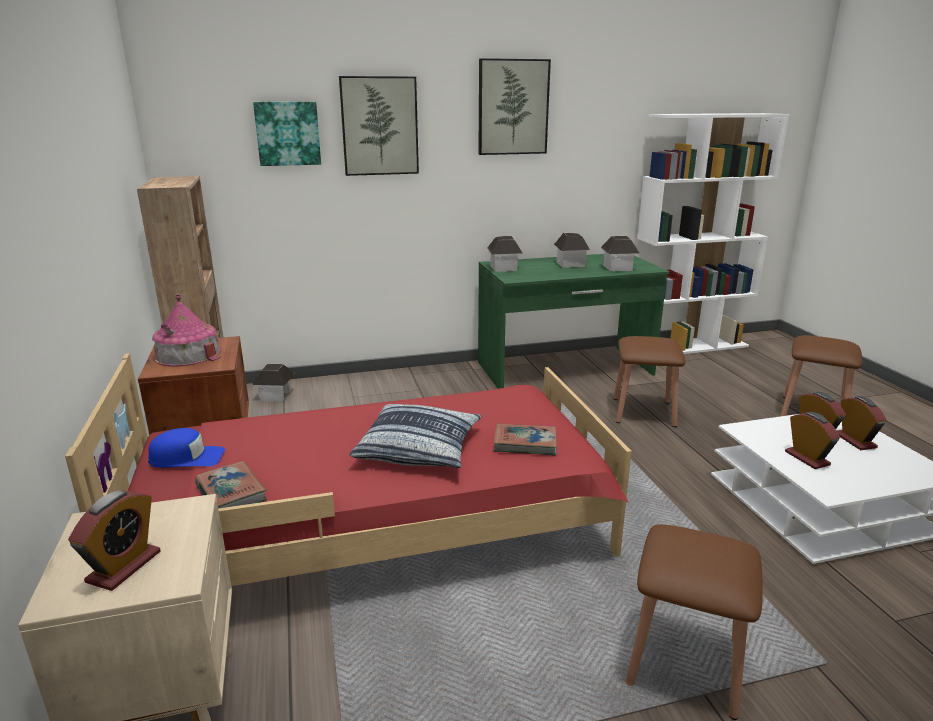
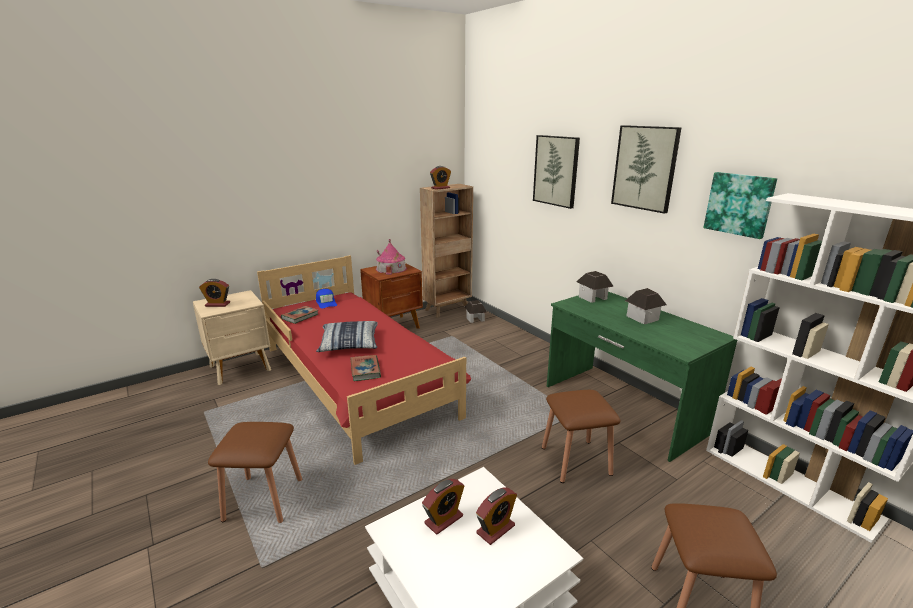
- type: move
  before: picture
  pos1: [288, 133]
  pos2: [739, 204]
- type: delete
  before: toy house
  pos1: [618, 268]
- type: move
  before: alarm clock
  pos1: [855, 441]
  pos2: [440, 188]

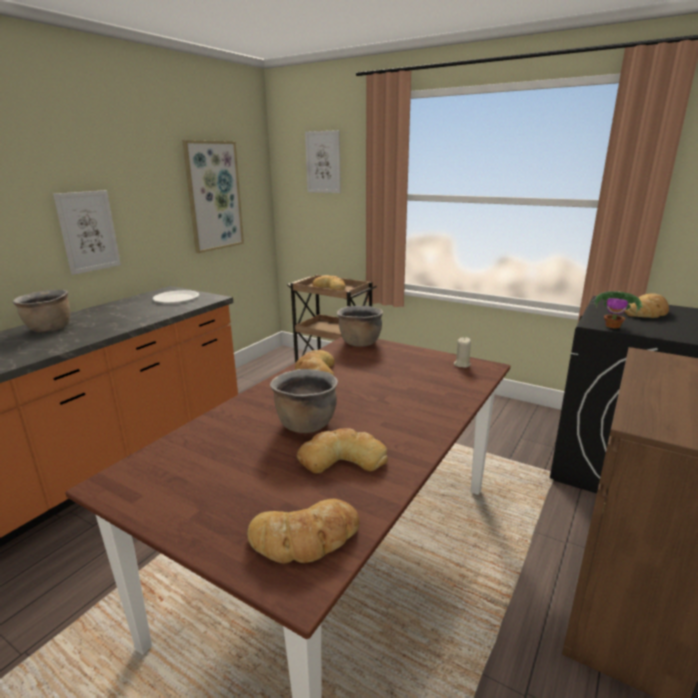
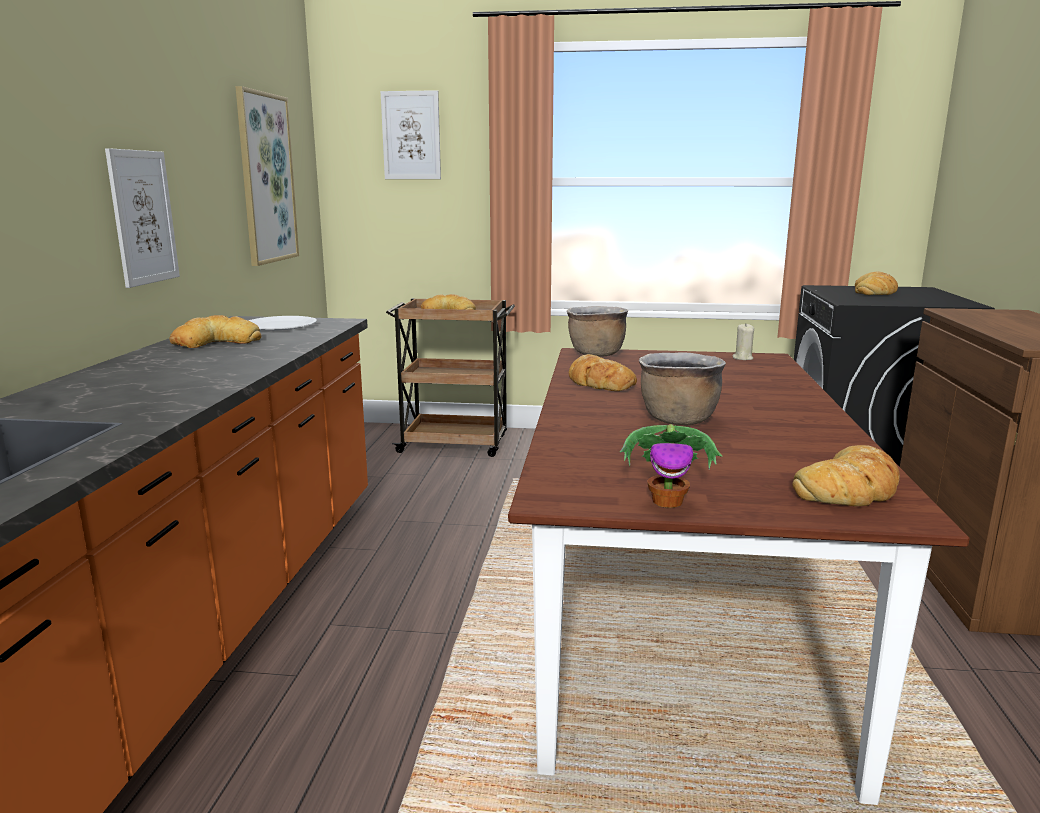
- type: delete
  before: cooking pot in brown
  pos1: [49, 329]
- type: move
  before: bread
  pos1: [342, 458]
  pos2: [216, 342]
- type: move
  before: potted plant
  pos1: [613, 326]
  pos2: [668, 501]

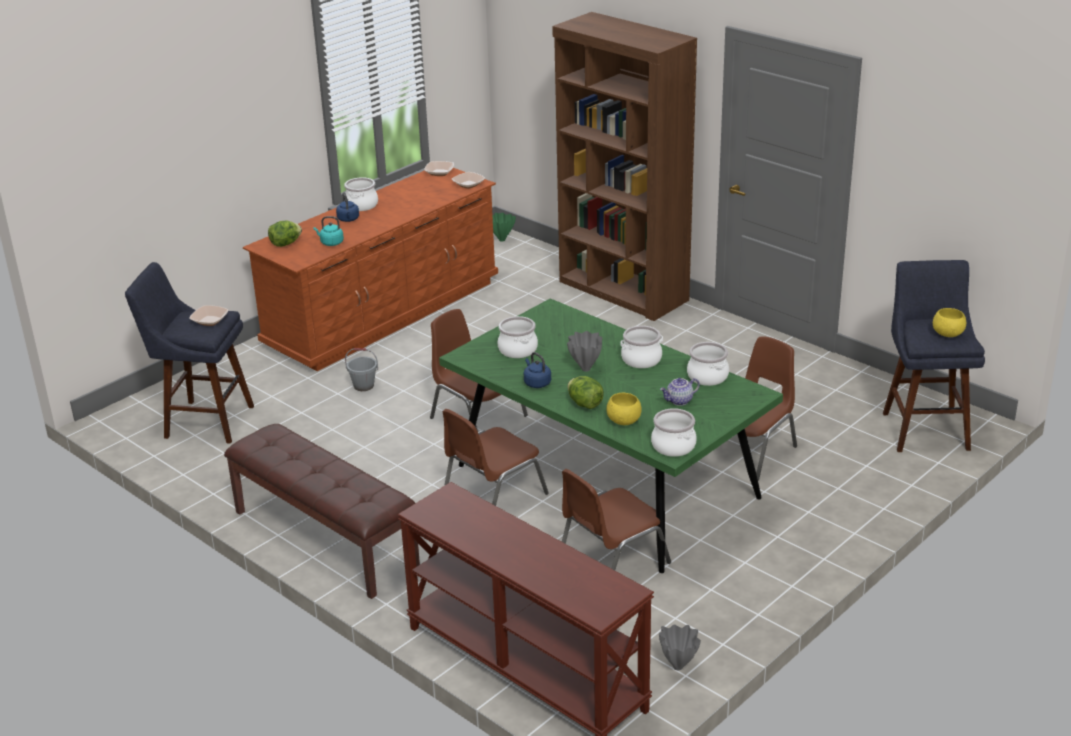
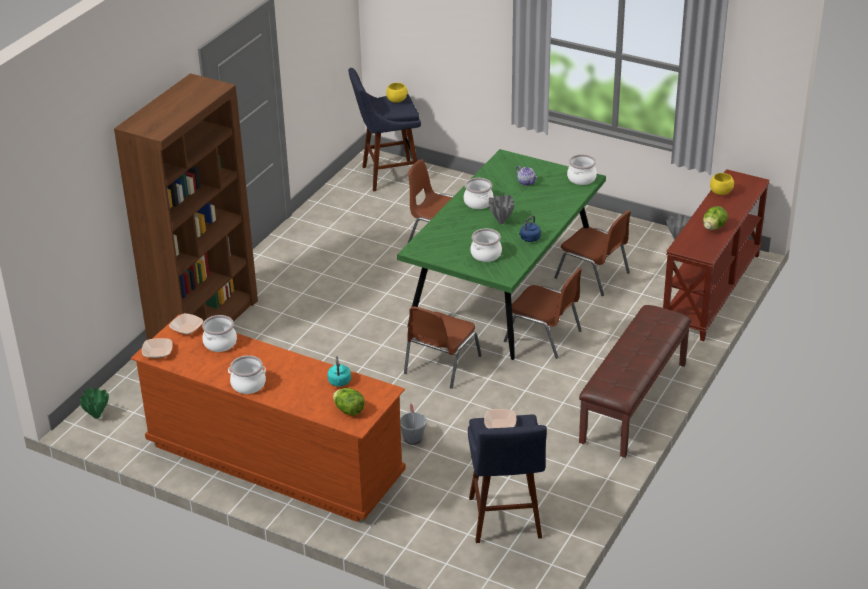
- type: delete
  before: kettle in blue
  pos1: [348, 219]
- type: move
  before: lettuce
  pos1: [585, 404]
  pos2: [713, 227]
- type: move
  before: bowl in yellow
  pos1: [623, 422]
  pos2: [721, 192]
- type: move
  before: cooking pot
  pos1: [708, 376]
  pos2: [220, 343]

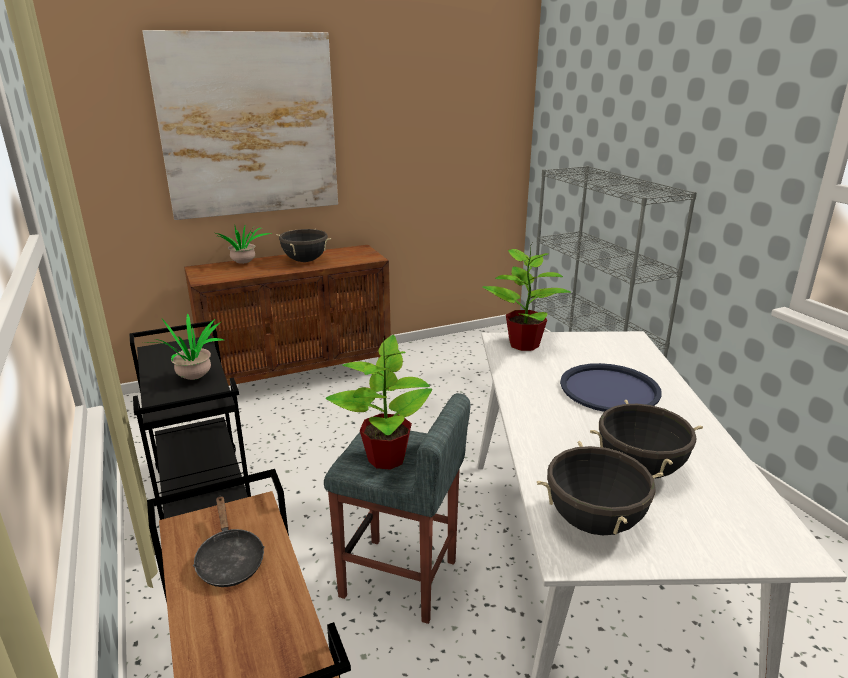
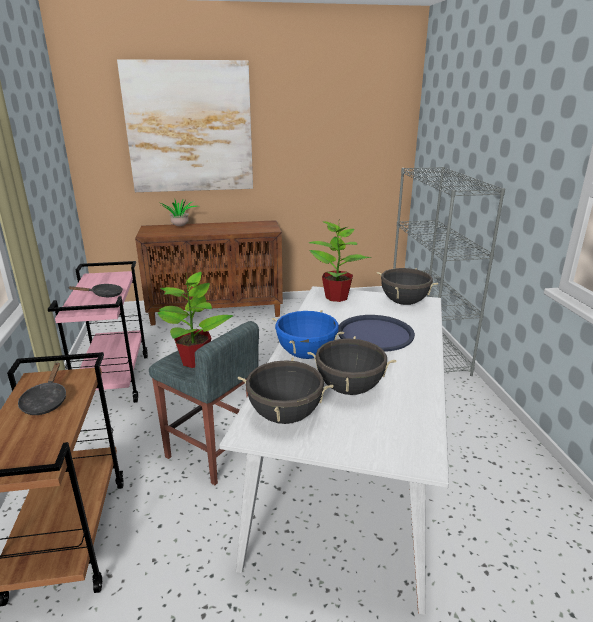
- type: recolor
  before: cart in black
  after: cart in pink
  pos1: [202, 495]
  pos2: [114, 379]
- type: replace
  before: potted plant
  after: frying pan in black
  pos1: [194, 377]
  pos2: [104, 295]
- type: move
  before: cooking pot in black
  pos1: [305, 261]
  pos2: [404, 302]
- type: insert
  after: cooking pot in blue
  pos2: [306, 354]

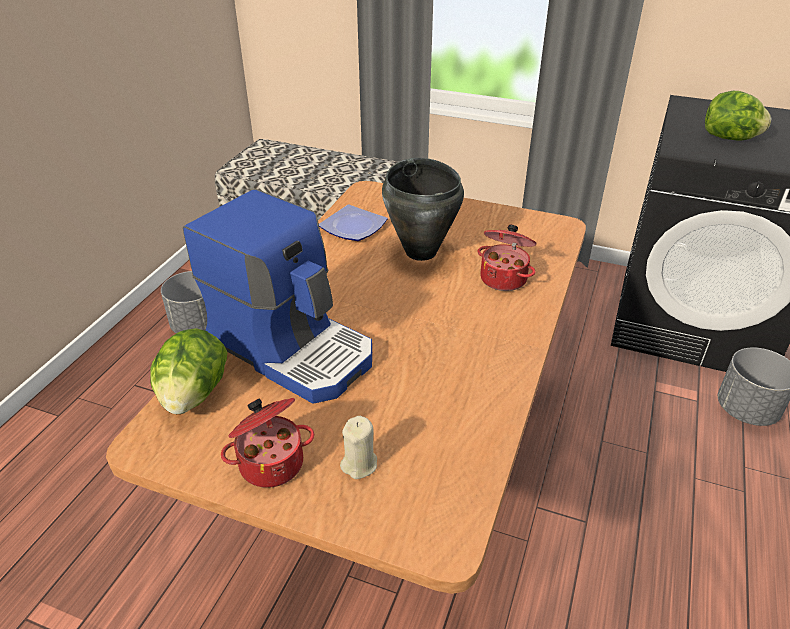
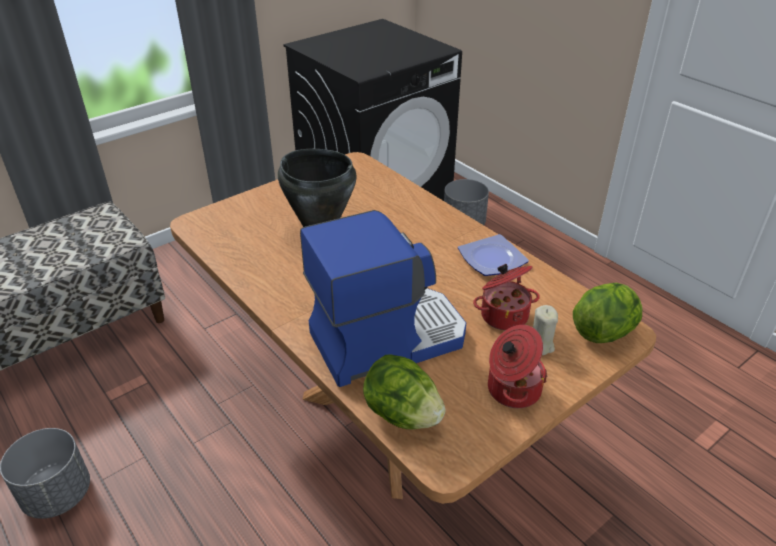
- type: move
  before: plate
  pos1: [353, 228]
  pos2: [493, 259]
- type: move
  before: cooking pot
  pos1: [504, 278]
  pos2: [503, 315]
- type: move
  before: lettuce
  pos1: [730, 138]
  pos2: [604, 332]

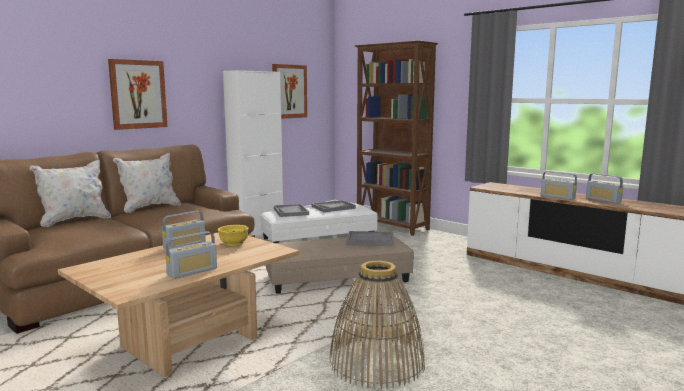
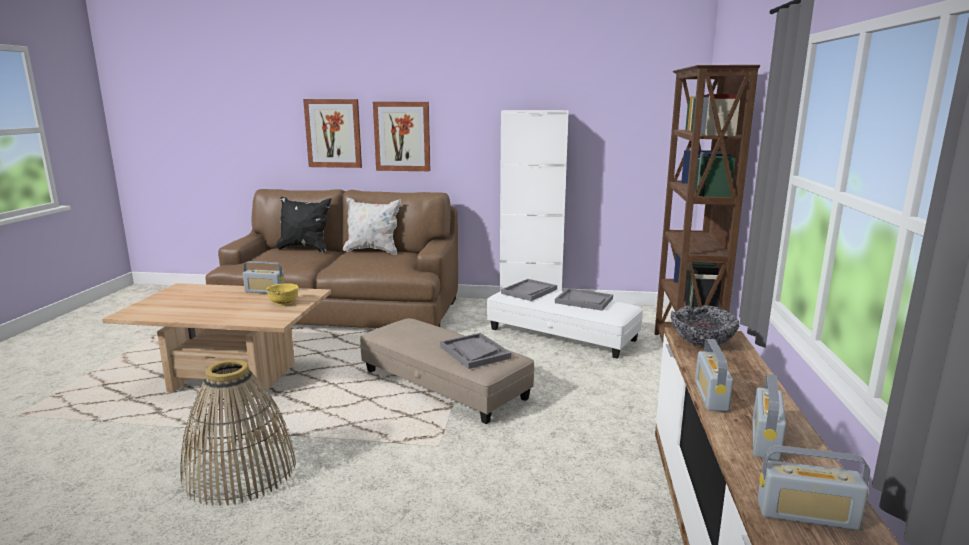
- type: recolor
  before: pillow in white
  after: pillow in black
  pos1: [74, 221]
  pos2: [305, 248]
- type: move
  before: radio
  pos1: [192, 271]
  pos2: [806, 515]
- type: move
  before: picture
  pos1: [289, 91]
  pos2: [333, 133]
- type: insert
  after: bowl
  pos2: [702, 344]

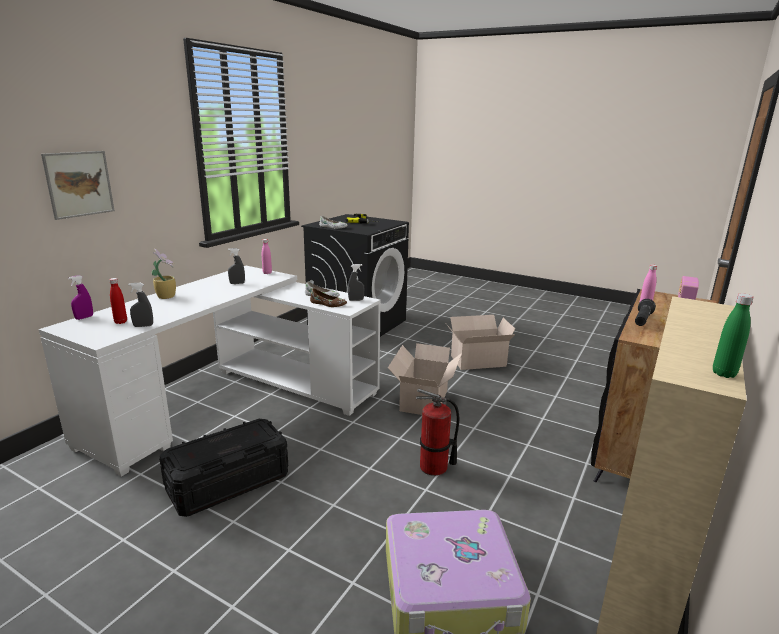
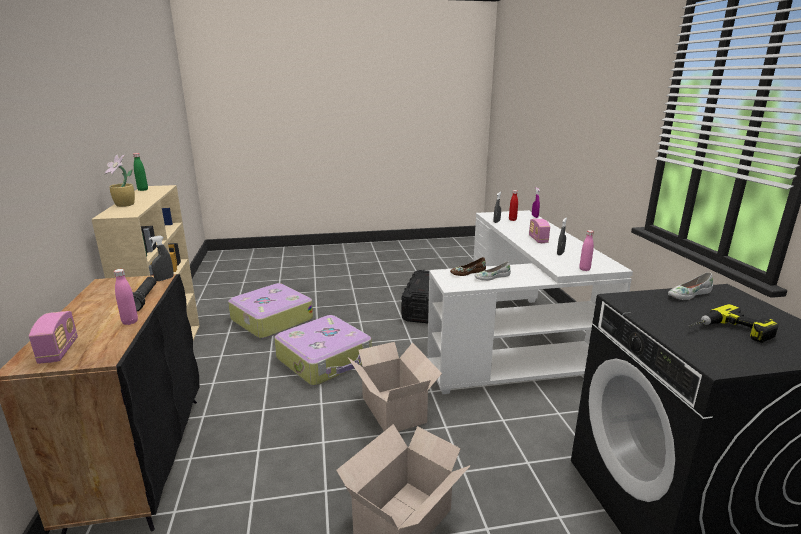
- type: delete
  before: picture
  pos1: [79, 184]
- type: move
  before: potted plant
  pos1: [167, 296]
  pos2: [125, 205]
- type: move
  before: spray bottle in grey
  pos1: [356, 300]
  pos2: [164, 279]
- type: replace
  before: fire extinguisher
  after: suitcase
  pos1: [434, 467]
  pos2: [325, 360]
- type: insert
  after: radio
  pos2: [538, 239]

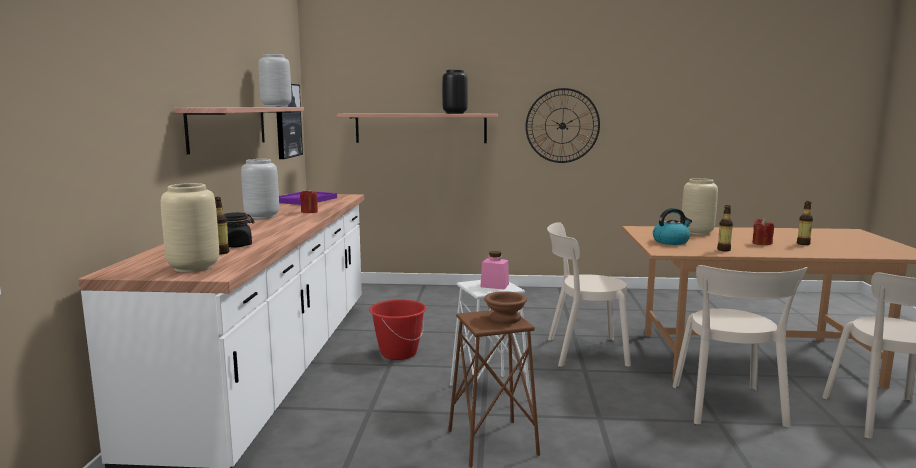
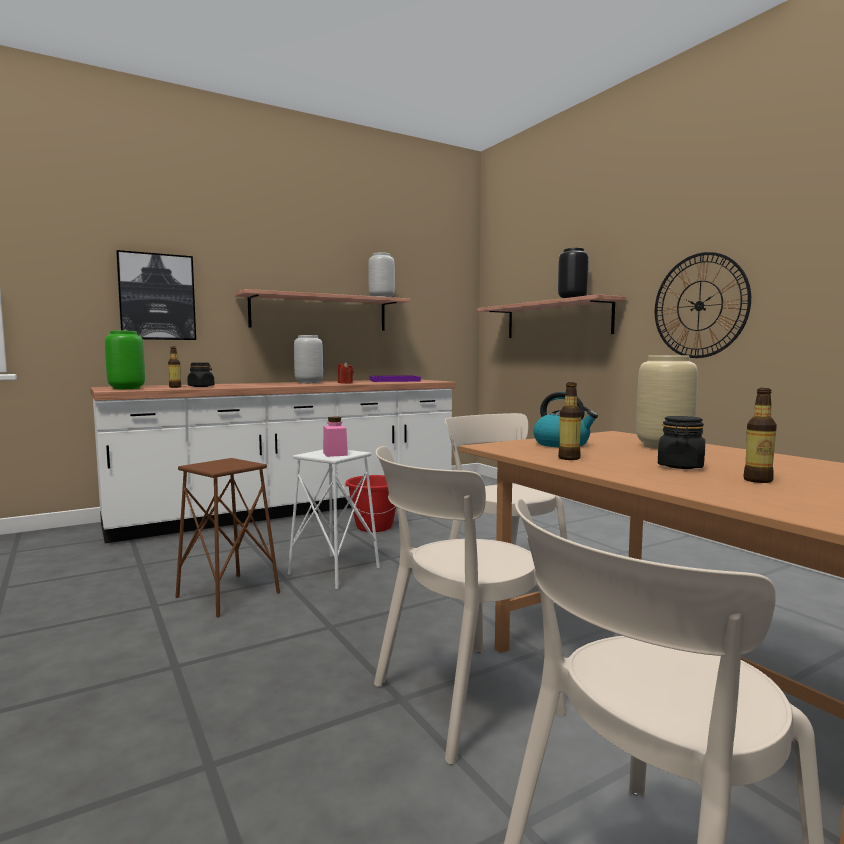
- type: recolor
  before: vase in beige
  after: vase in green
  pos1: [193, 267]
  pos2: [127, 388]
- type: move
  before: picture
  pos1: [287, 120]
  pos2: [157, 297]
- type: delete
  before: bowl in brown
  pos1: [504, 318]
- type: replace
  before: candle in red
  after: jar in black
  pos1: [761, 243]
  pos2: [681, 466]

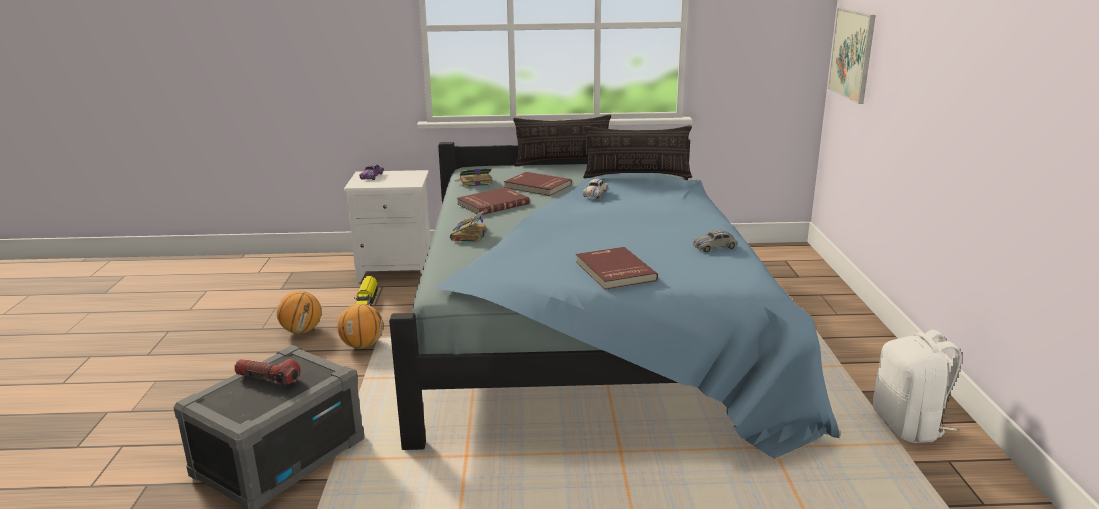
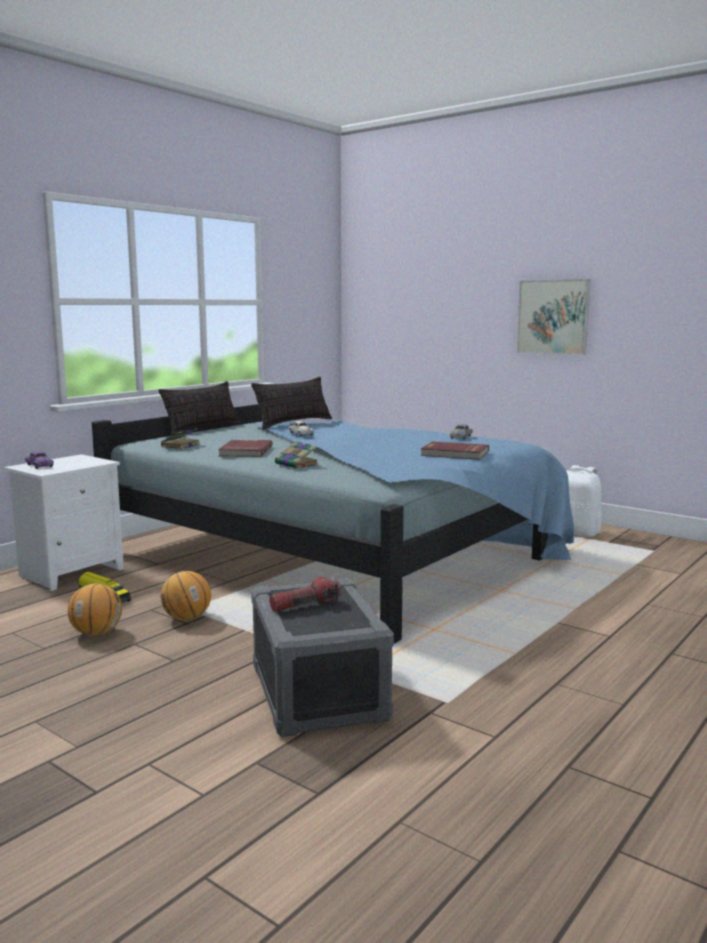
- type: delete
  before: book in red
  pos1: [537, 186]
- type: move
  before: picture
  pos1: [852, 54]
  pos2: [553, 317]

